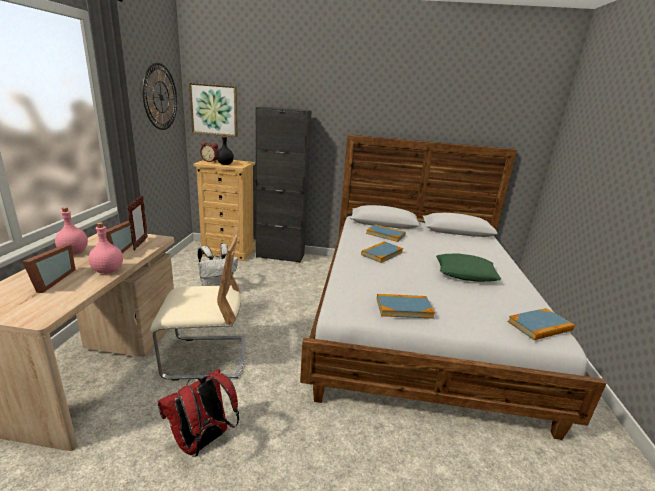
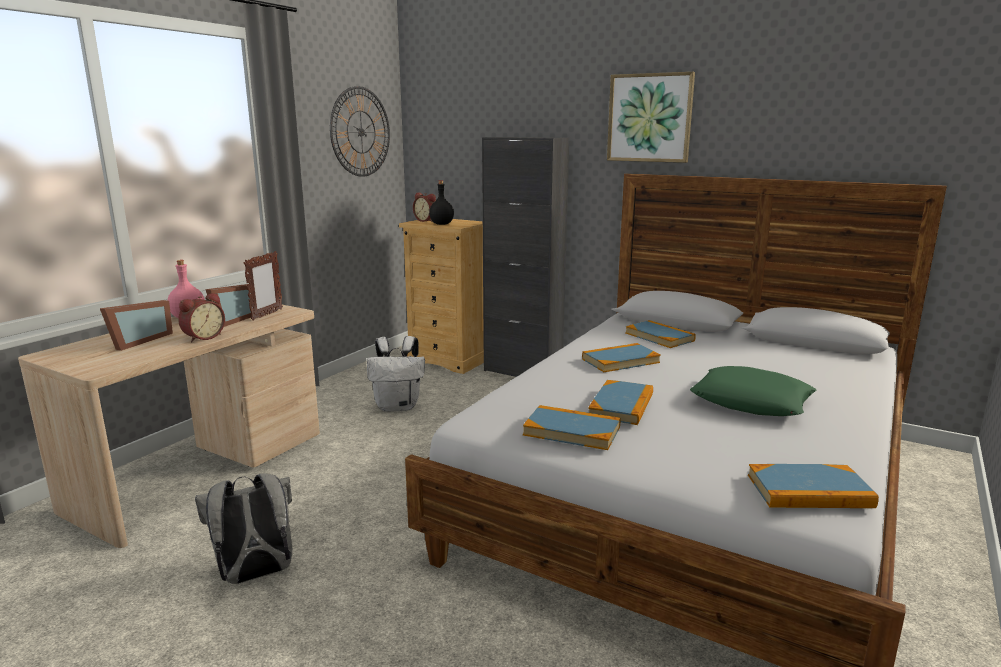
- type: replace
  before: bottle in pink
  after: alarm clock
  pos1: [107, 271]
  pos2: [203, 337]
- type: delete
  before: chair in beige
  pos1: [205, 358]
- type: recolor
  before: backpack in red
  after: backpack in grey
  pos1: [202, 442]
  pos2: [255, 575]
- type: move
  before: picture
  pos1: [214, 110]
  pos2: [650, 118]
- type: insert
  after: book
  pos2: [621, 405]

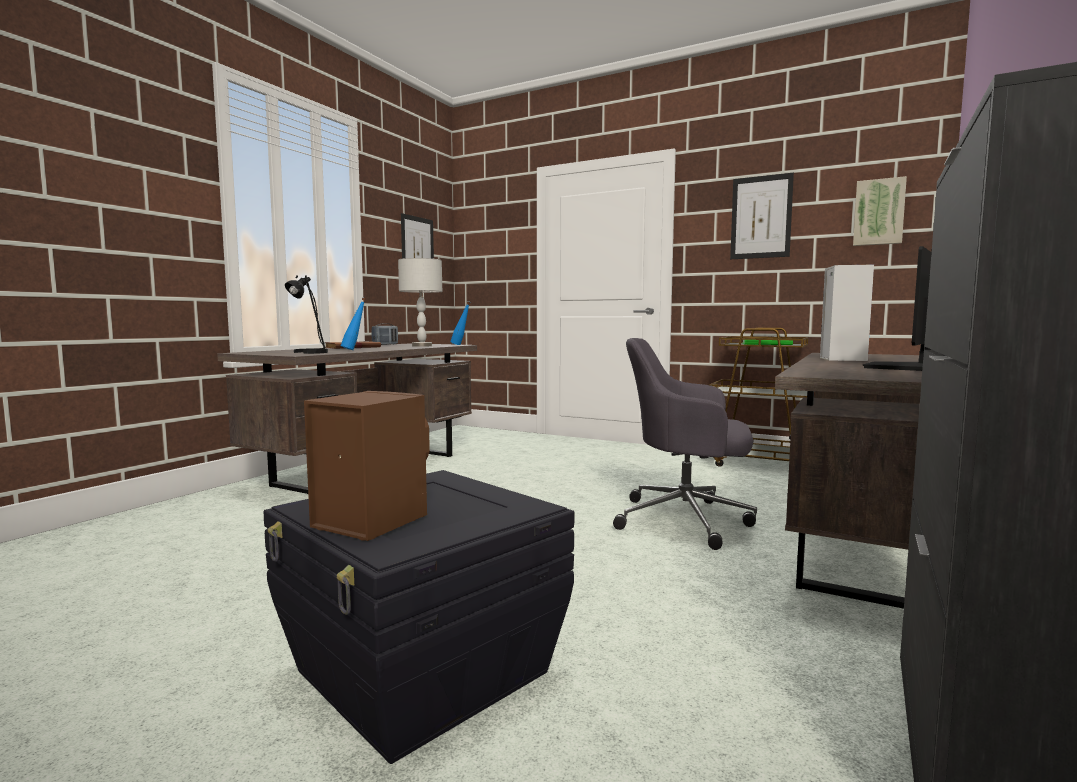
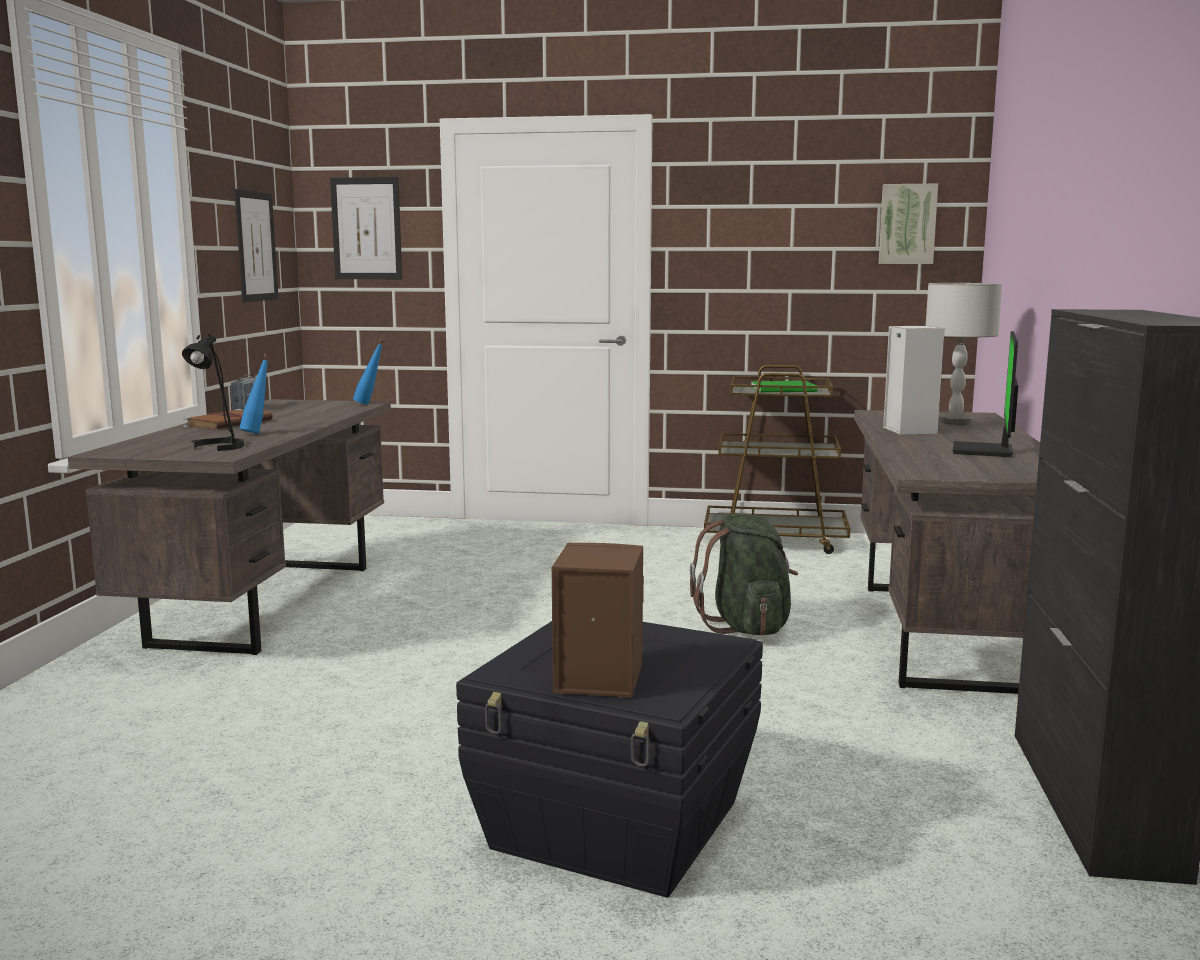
- type: move
  before: table lamp in grey
  pos1: [422, 346]
  pos2: [955, 422]
- type: replace
  before: office chair in grey
  after: backpack in green
  pos1: [686, 520]
  pos2: [746, 627]
- type: move
  before: picture
  pos1: [761, 217]
  pos2: [366, 228]

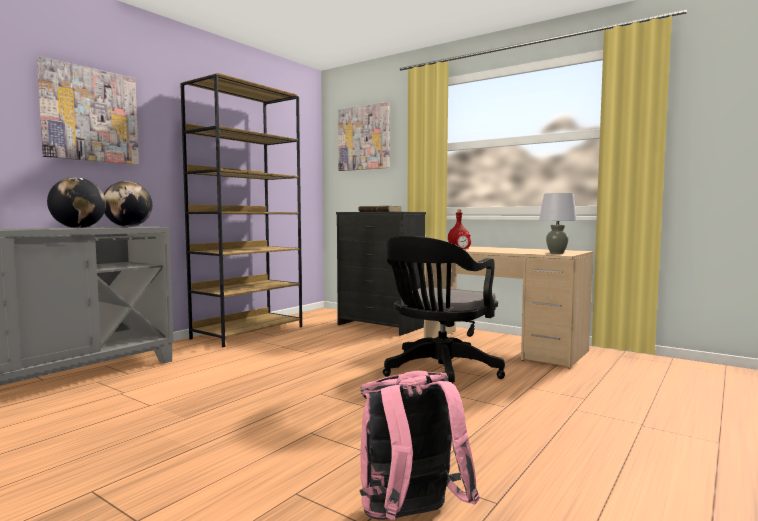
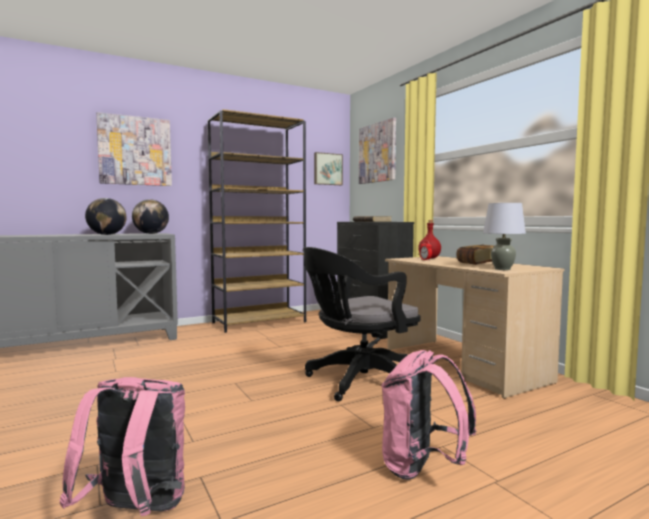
- type: insert
  after: picture
  pos2: [327, 169]
- type: insert
  after: backpack in pink
  pos2: [422, 468]
- type: insert
  after: book
  pos2: [478, 264]

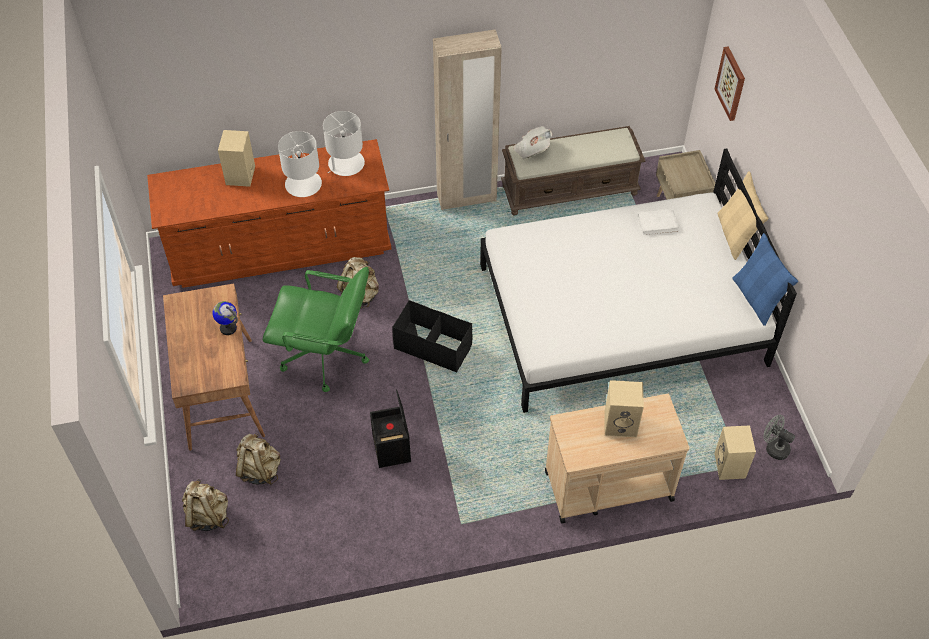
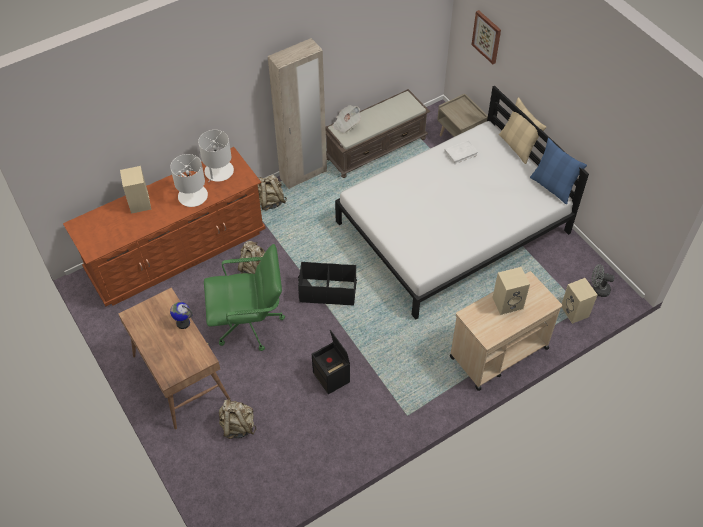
- type: move
  before: backpack in beige
  pos1: [208, 515]
  pos2: [269, 201]

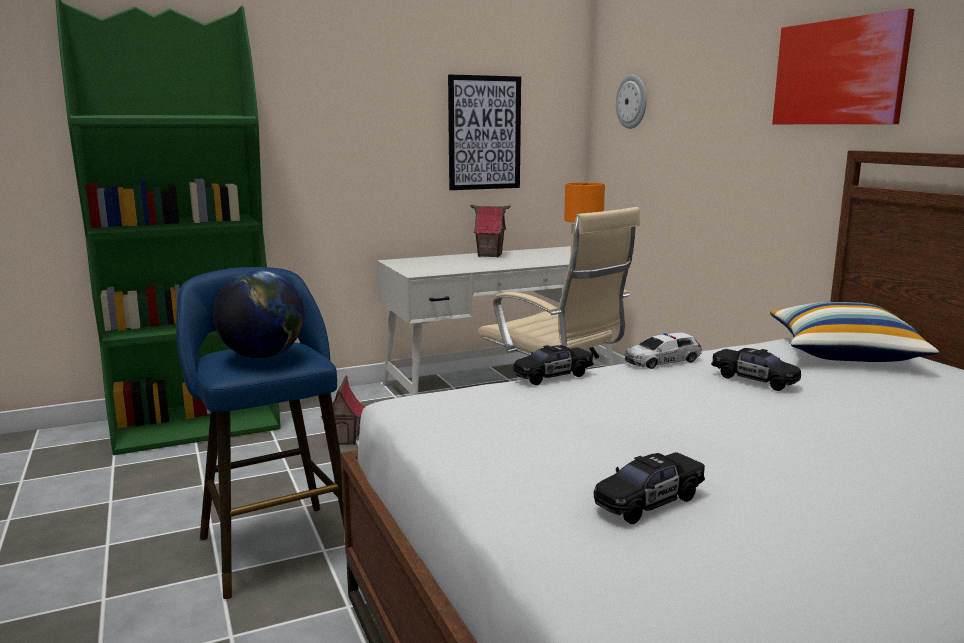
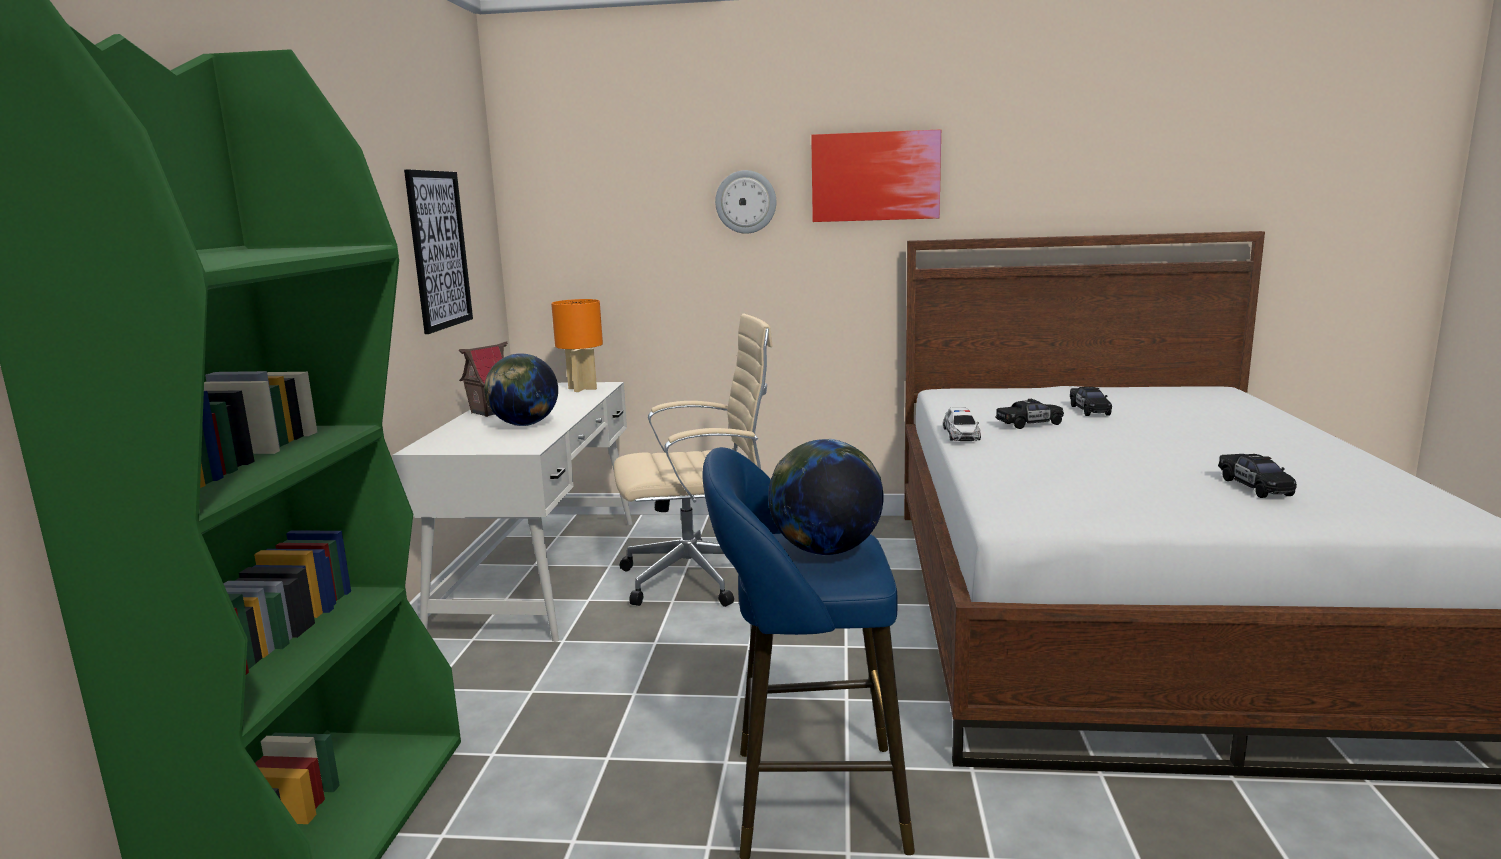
- type: delete
  before: toy house
  pos1: [345, 439]
- type: move
  before: toy car in black
  pos1: [552, 376]
  pos2: [1089, 410]
- type: move
  before: wall clock
  pos1: [632, 101]
  pos2: [746, 202]
- type: delete
  before: pillow
  pos1: [843, 353]
- type: insert
  after: globe
  pos2: [524, 425]

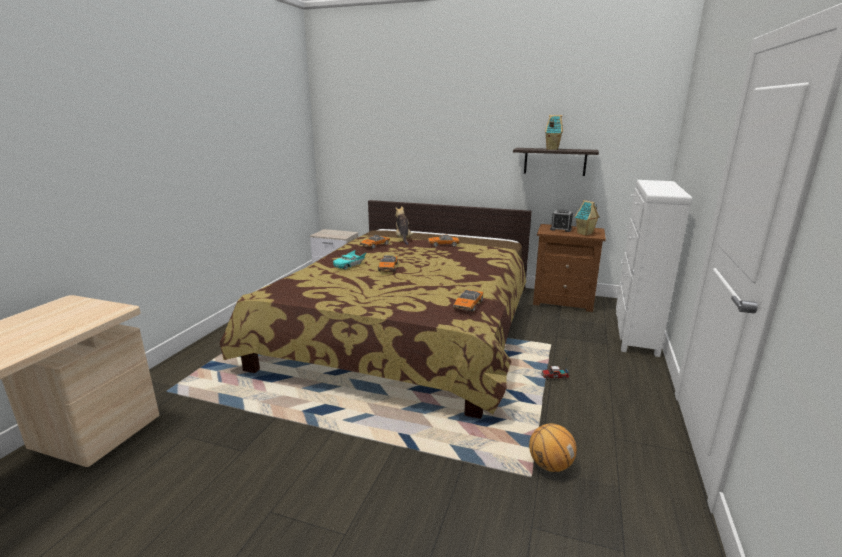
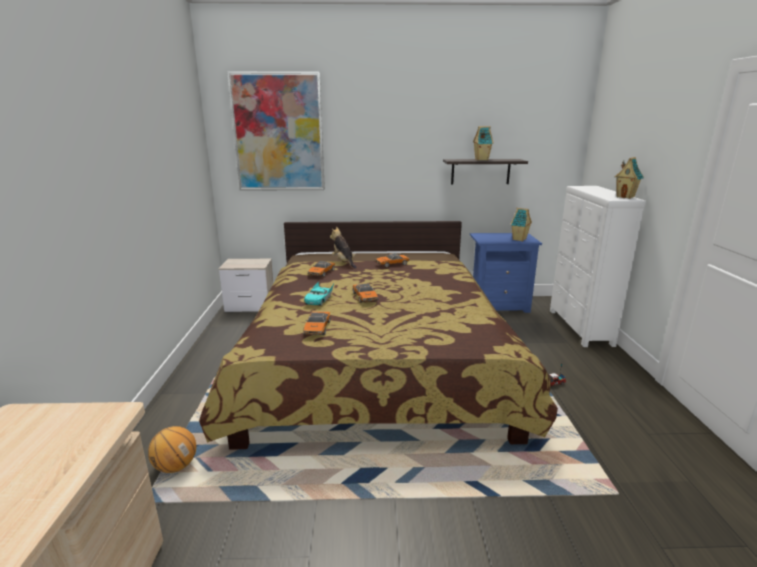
- type: move
  before: toy car
  pos1: [468, 305]
  pos2: [317, 328]
- type: move
  before: basketball
  pos1: [550, 465]
  pos2: [175, 466]
- type: recolor
  before: nightstand in brown
  after: nightstand in blue
  pos1: [563, 301]
  pos2: [498, 305]
- type: delete
  before: alarm clock
  pos1: [561, 229]
- type: insert
  after: picture
  pos2: [278, 133]
- type: insert
  after: toy house
  pos2: [625, 197]

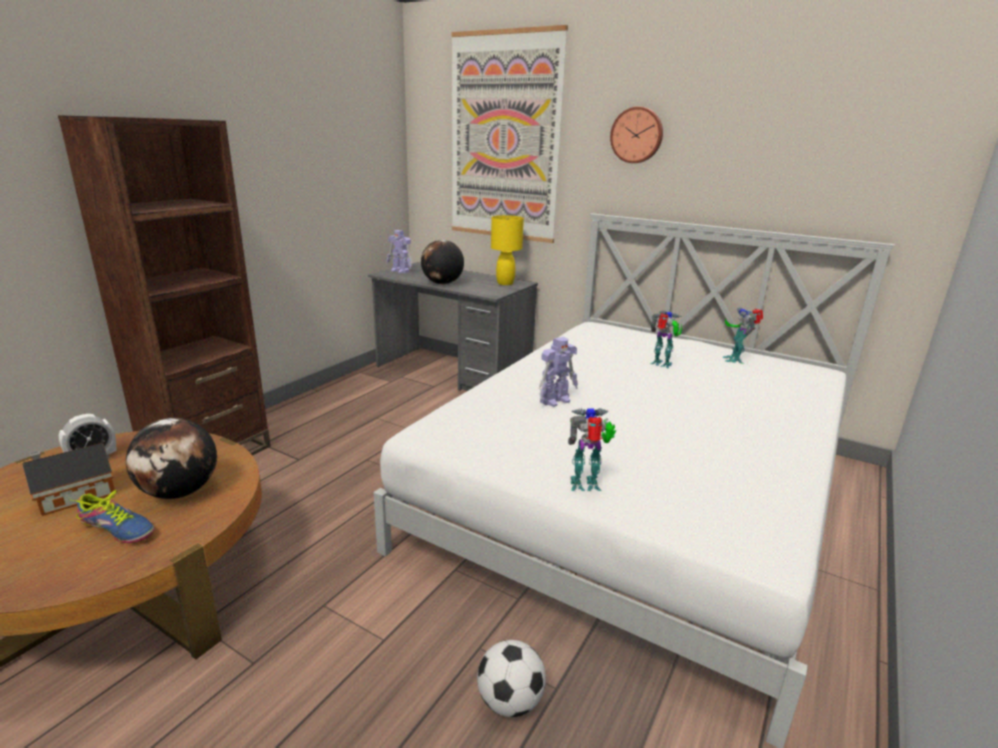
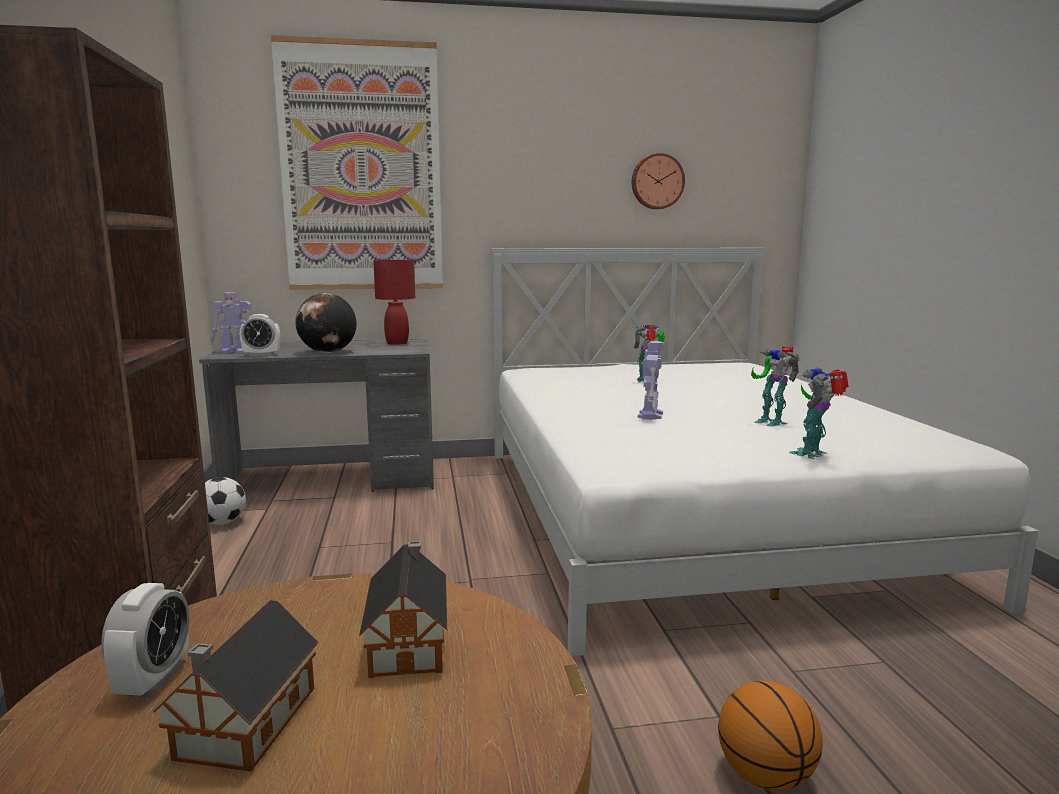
- type: delete
  before: shoe
  pos1: [118, 528]
- type: replace
  before: globe
  after: toy house
  pos1: [180, 492]
  pos2: [409, 641]
- type: move
  before: football
  pos1: [510, 701]
  pos2: [222, 522]
- type: recolor
  before: table lamp in yellow
  after: table lamp in red
  pos1: [505, 283]
  pos2: [397, 343]
- type: move
  before: wall clock
  pos1: [637, 135]
  pos2: [657, 181]
- type: move
  before: toy robot
  pos1: [735, 359]
  pos2: [771, 421]
- type: insert
  after: alarm clock
  pos2: [261, 354]
- type: insert
  after: basketball
  pos2: [765, 776]

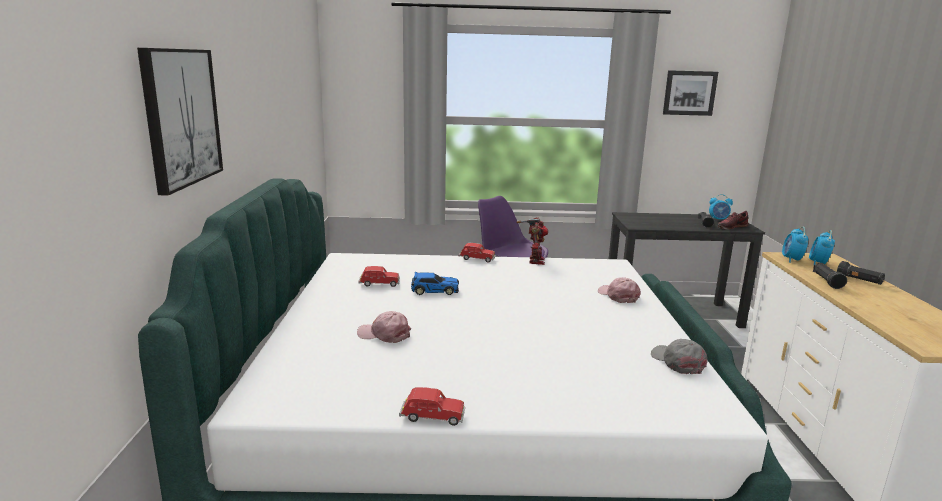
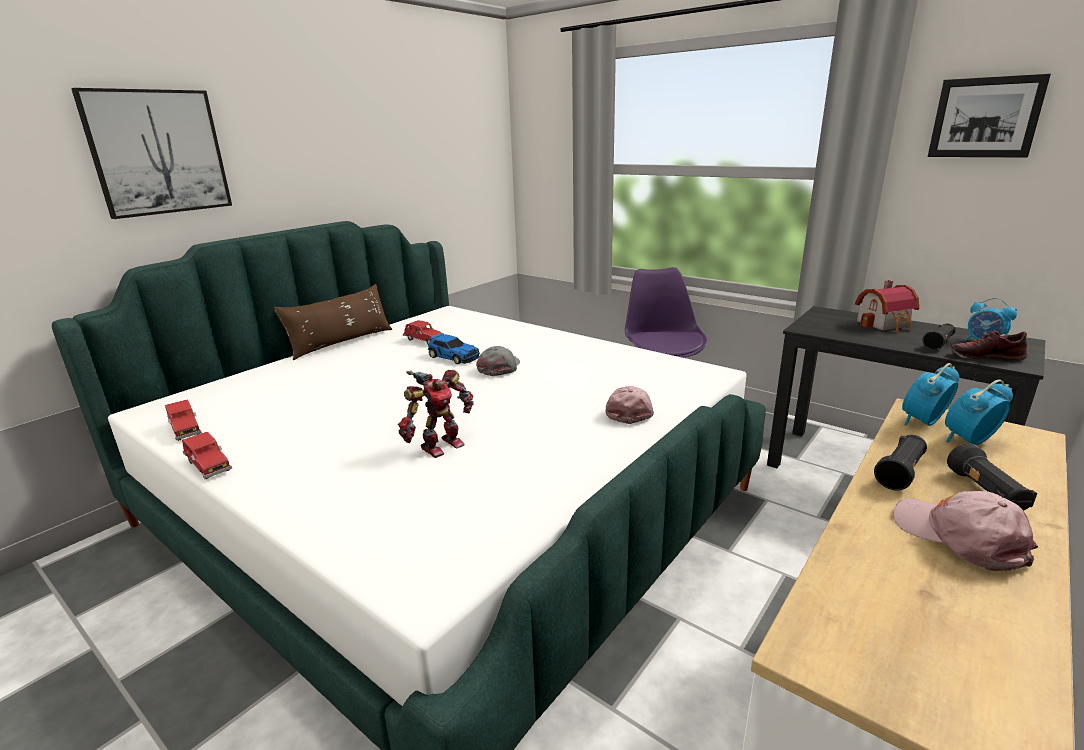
- type: move
  before: cap in pink
  pos1: [384, 334]
  pos2: [959, 536]
- type: move
  before: toy car in red
  pos1: [477, 259]
  pos2: [185, 429]
- type: move
  before: toy robot
  pos1: [534, 261]
  pos2: [440, 445]
- type: move
  before: cap in grey
  pos1: [678, 362]
  pos2: [499, 367]
- type: insert
  after: pillow in brown
  pos2: [341, 342]
- type: insert
  after: toy house
  pos2: [886, 324]

